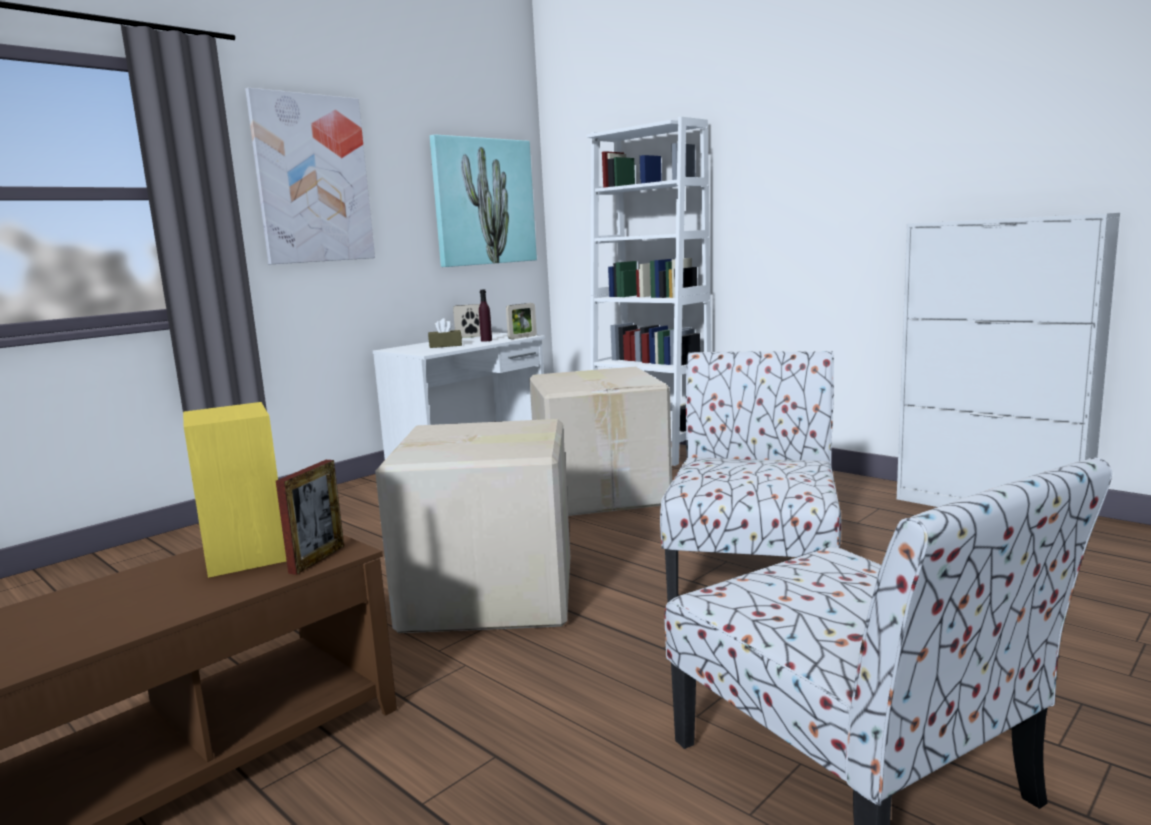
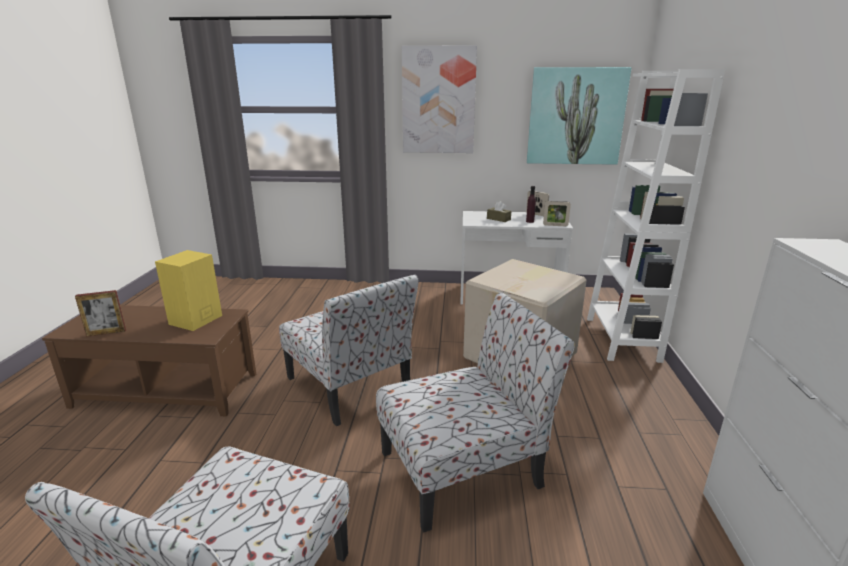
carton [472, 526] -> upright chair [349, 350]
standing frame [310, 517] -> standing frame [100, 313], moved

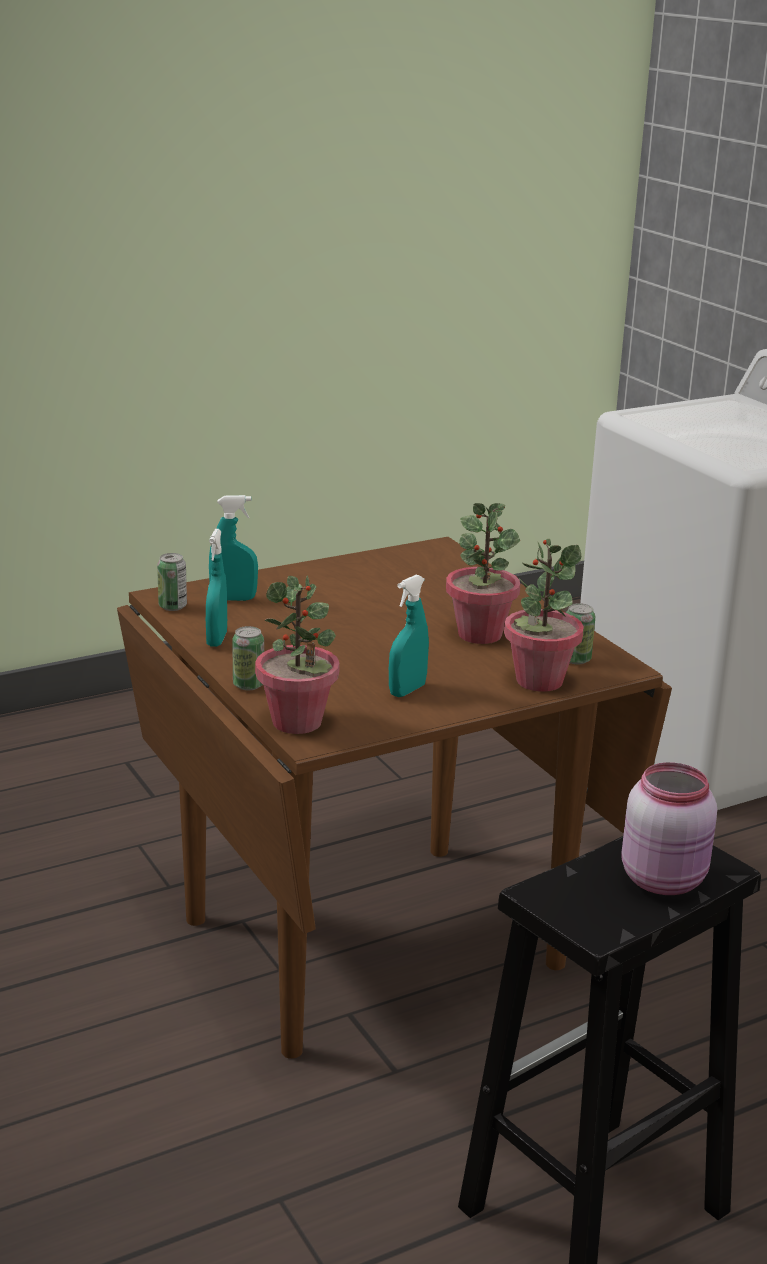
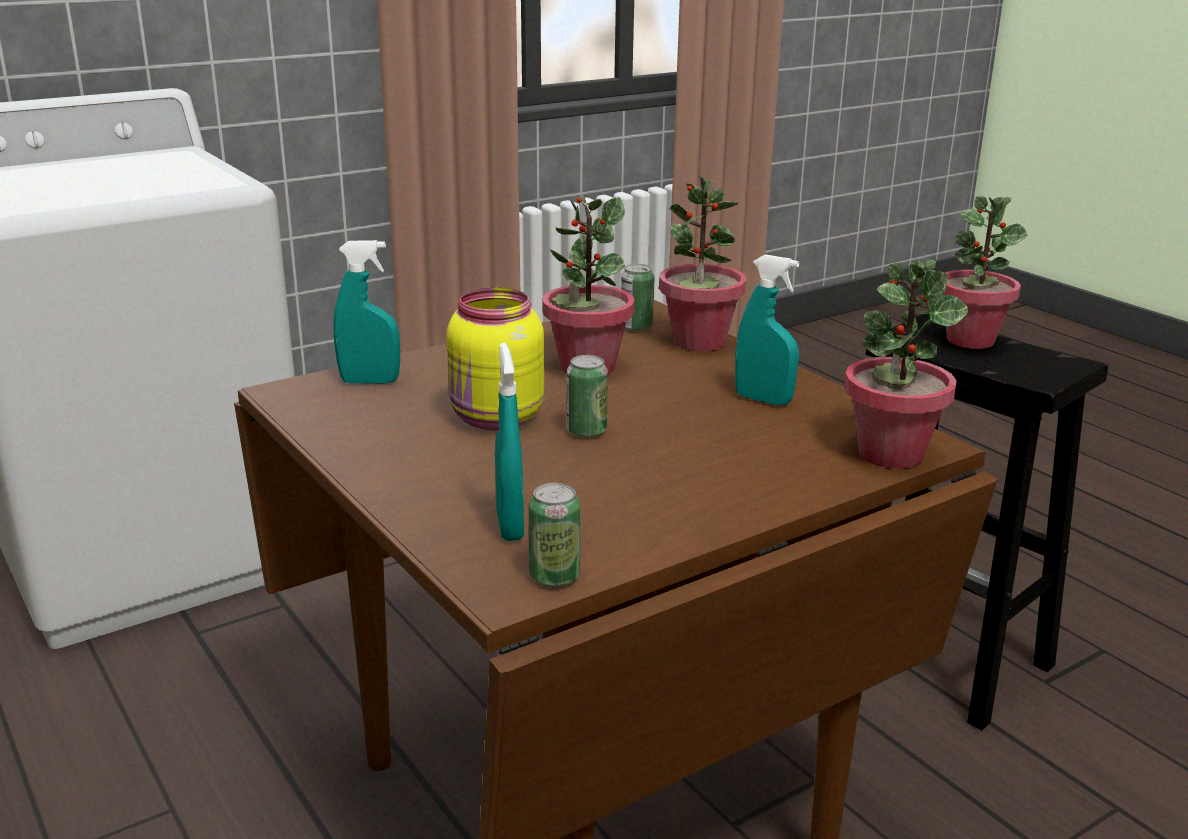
blue-green hand sprayer [216, 588] -> blue-green hand sprayer [366, 312], moved
can [248, 658] -> can [587, 396], moved
pink jar [669, 828] -> houseplant [985, 272]
none -> yellow jar [495, 359]

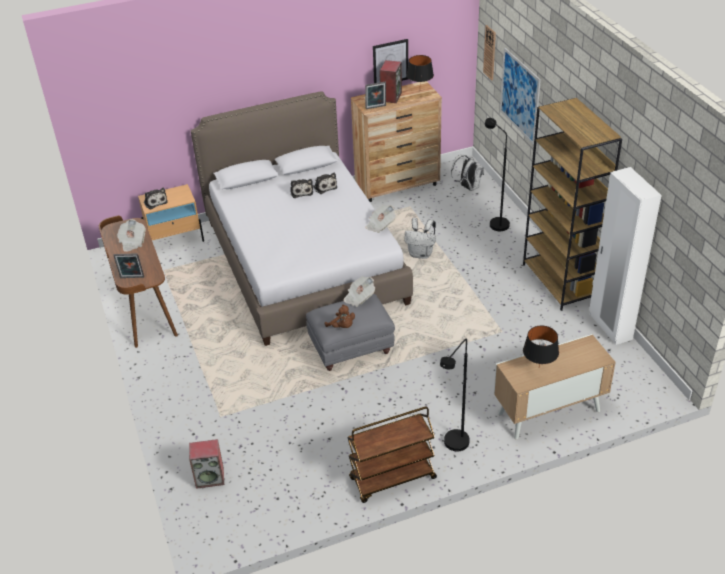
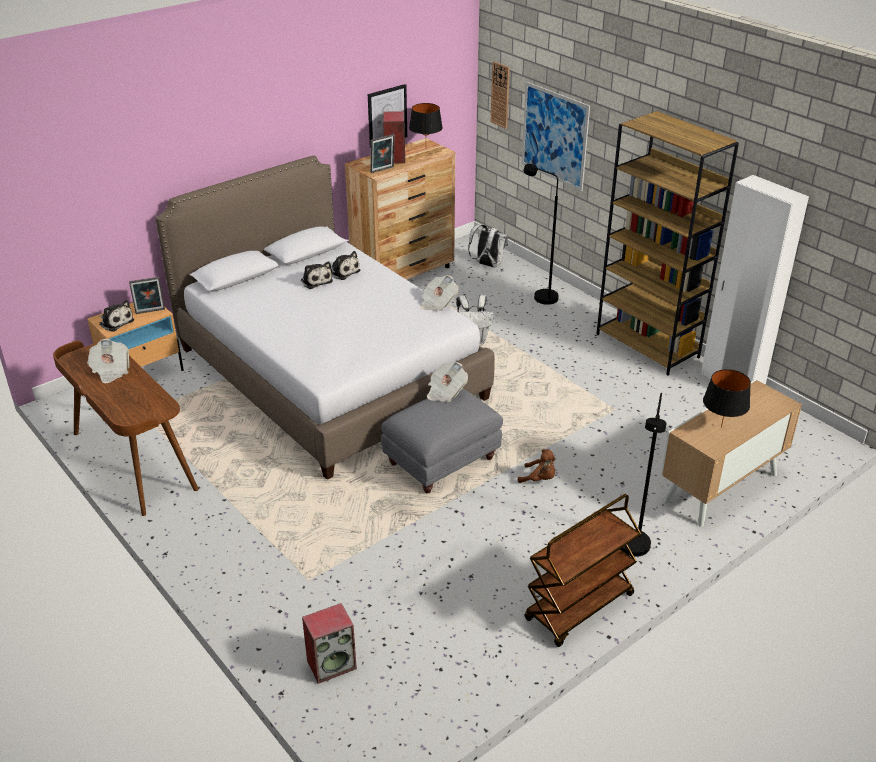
standing frame [128, 265] -> standing frame [147, 295], moved
brown plush toy [340, 316] -> brown plush toy [536, 466], moved

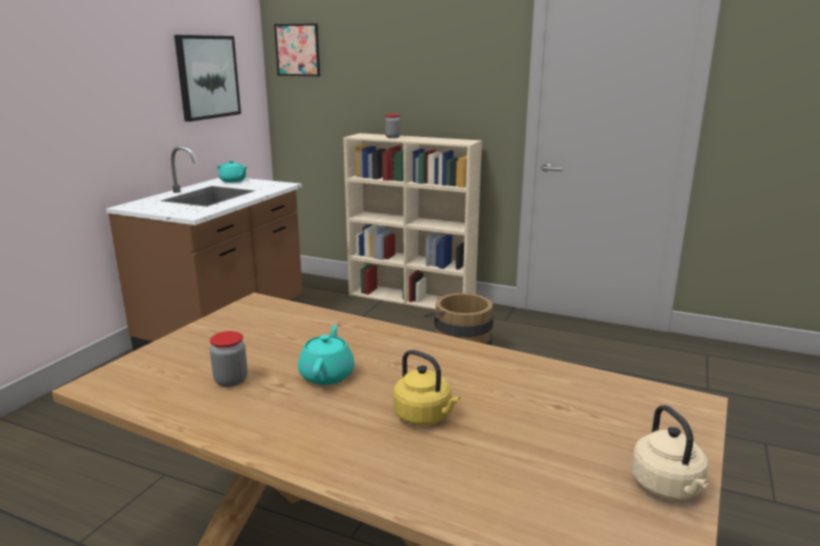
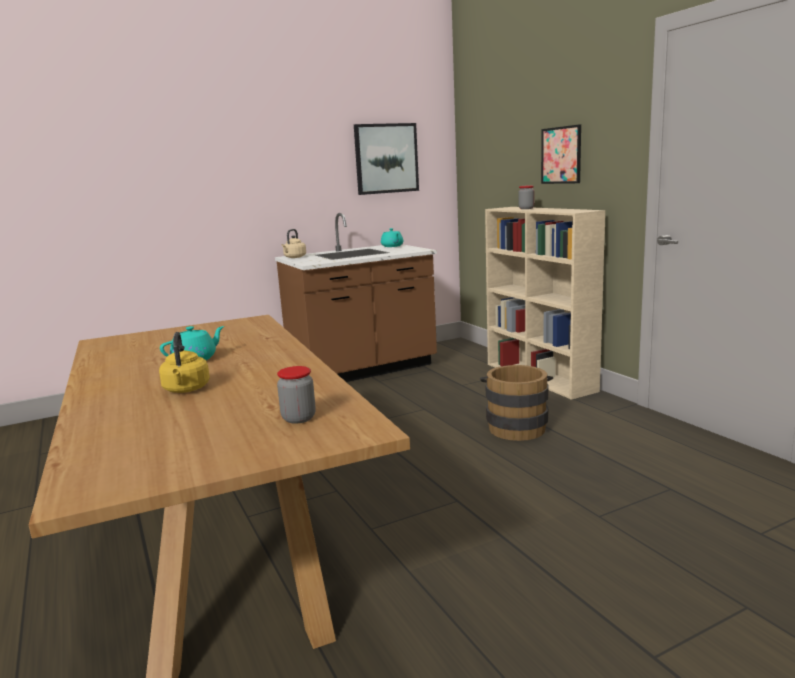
wall art [297, 49] -> wall art [561, 154], moved
jar [229, 359] -> jar [296, 395], moved
beige kettle [670, 452] -> beige kettle [294, 243], moved

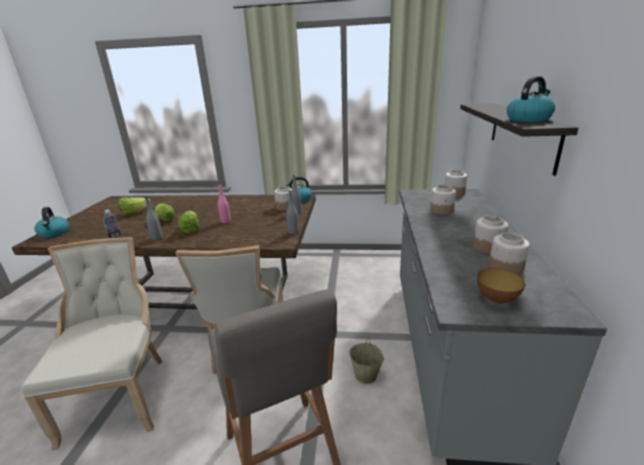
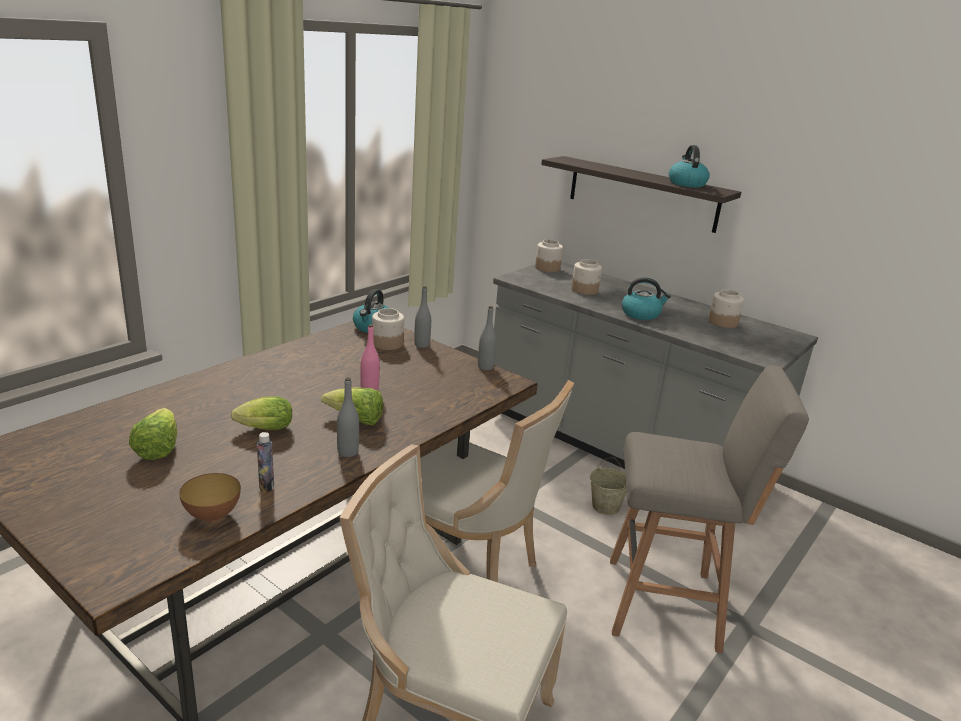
kettle [52, 222] -> kettle [646, 298], moved
jar [491, 234] -> none
bowl [501, 286] -> bowl [210, 497], moved

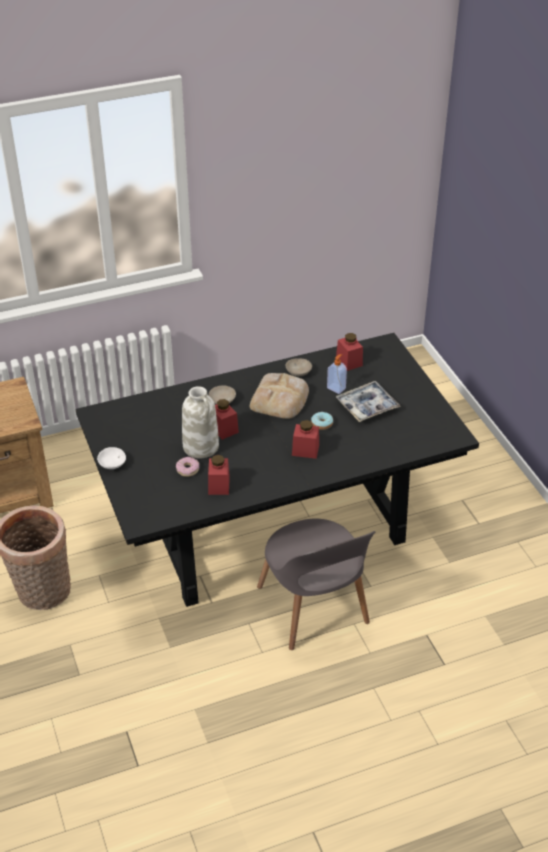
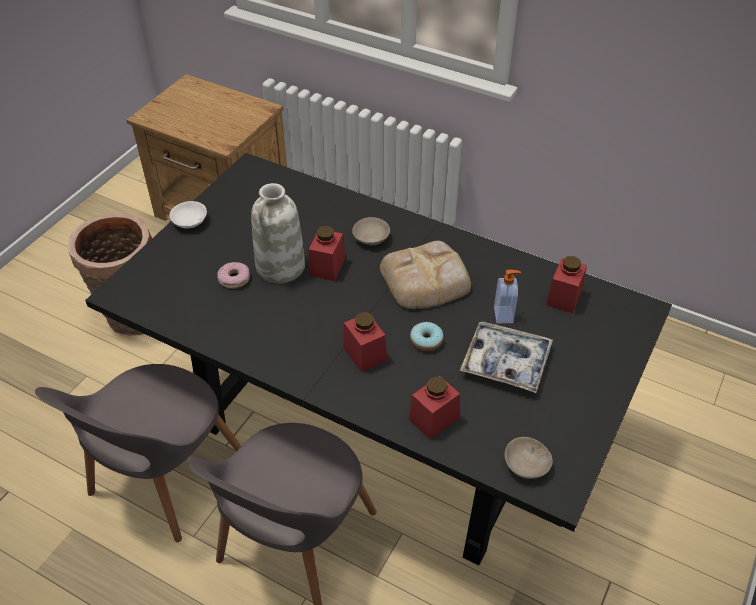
beige bowl [299, 367] -> beige bowl [529, 458], moved
red jar [219, 475] -> red jar [434, 408], moved
none -> grey upright chair [138, 453]

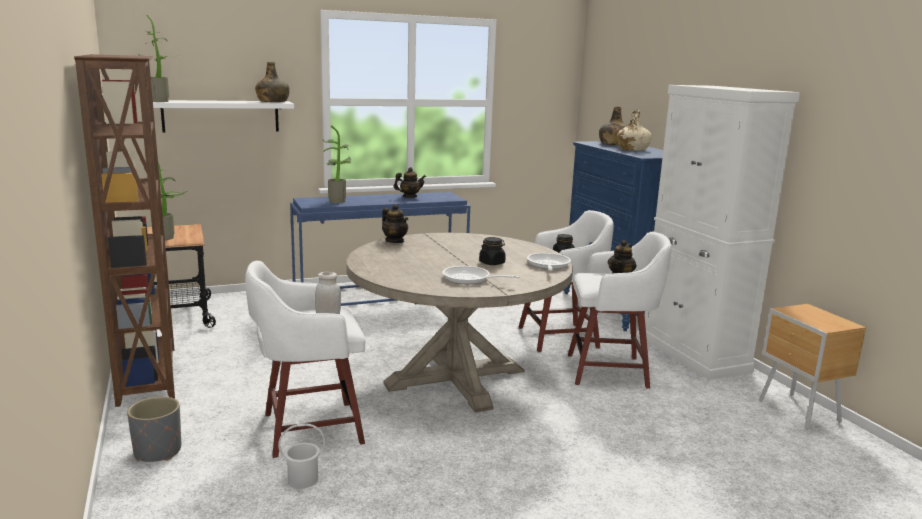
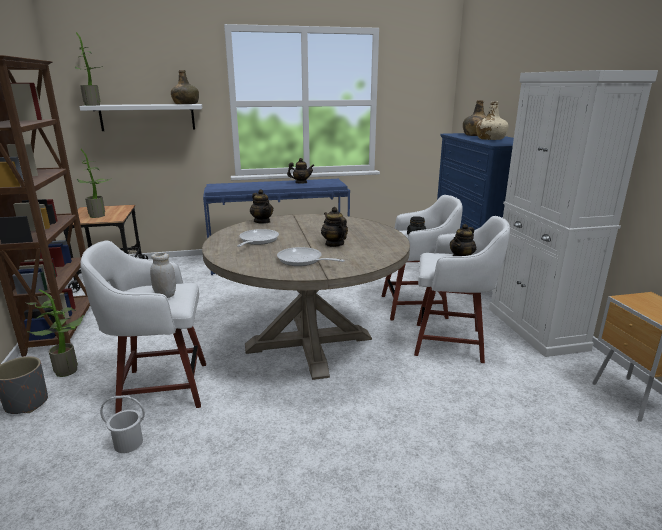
houseplant [334, 164] -> houseplant [55, 333], moved
blackish jar [492, 251] -> tea pot [334, 227]
skillet [549, 262] -> skillet [258, 238], moved

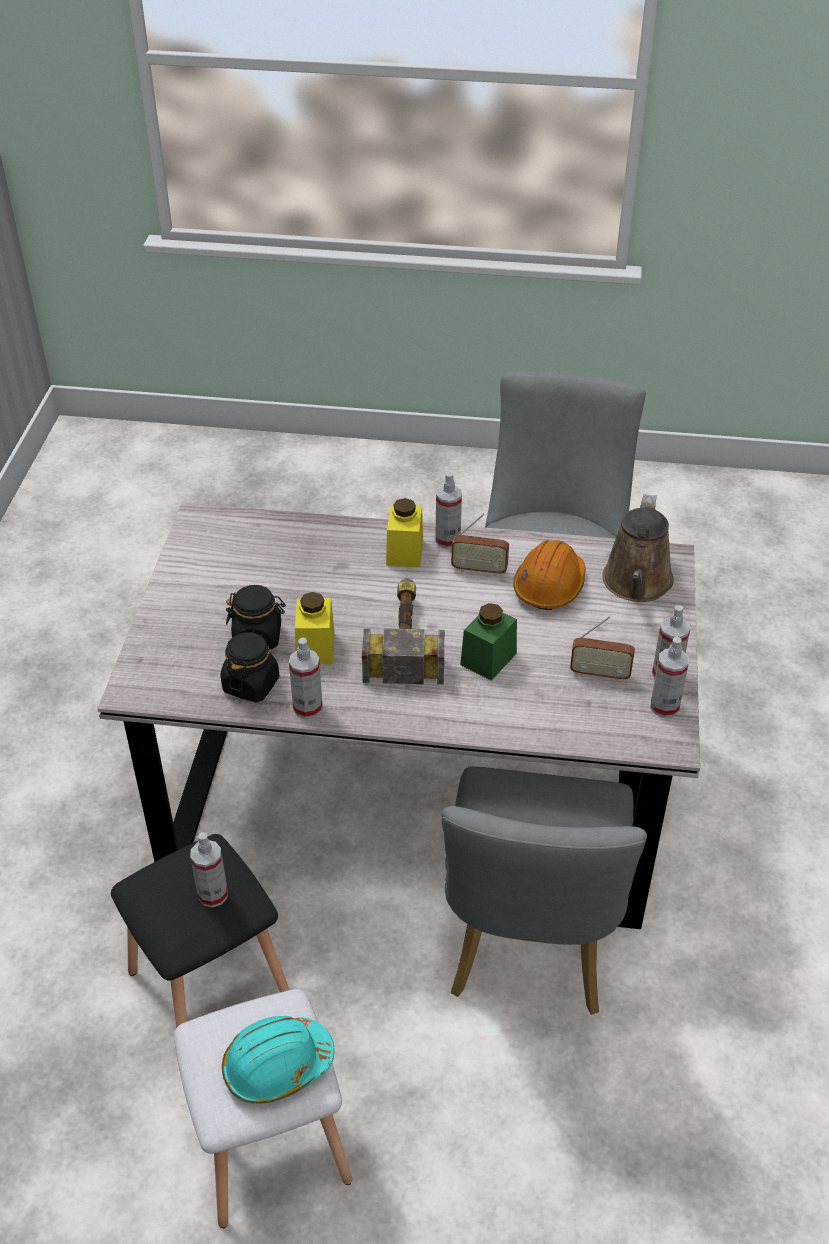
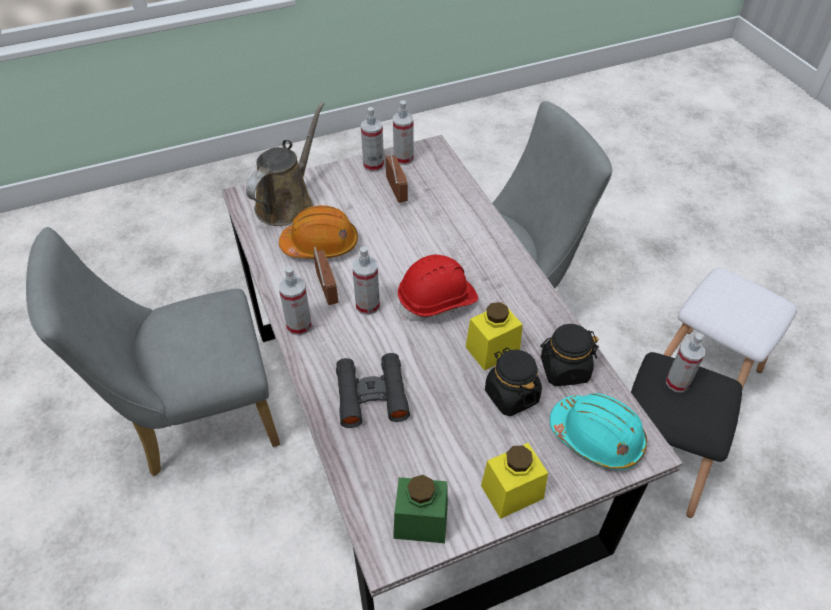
brown watering pot [638, 548] -> brown watering pot [285, 164], 45 degrees counterclockwise
yellow jar [404, 532] -> yellow jar [514, 481], moved
hand hammer [403, 631] -> red hard hat [438, 288]
green-coloured jar [488, 642] -> green-coloured jar [420, 509], moved
hand sprayer [306, 678] -> hand sprayer [366, 280], moved
blue-green hard hat [278, 1060] -> blue-green hard hat [598, 431], moved
none -> blackish binoculars [373, 390]

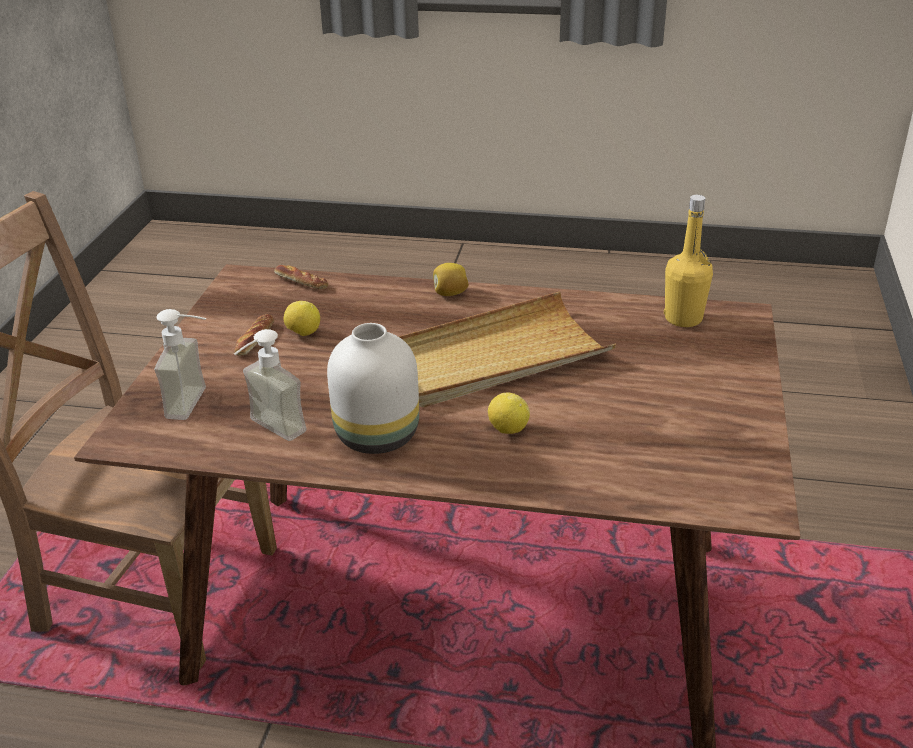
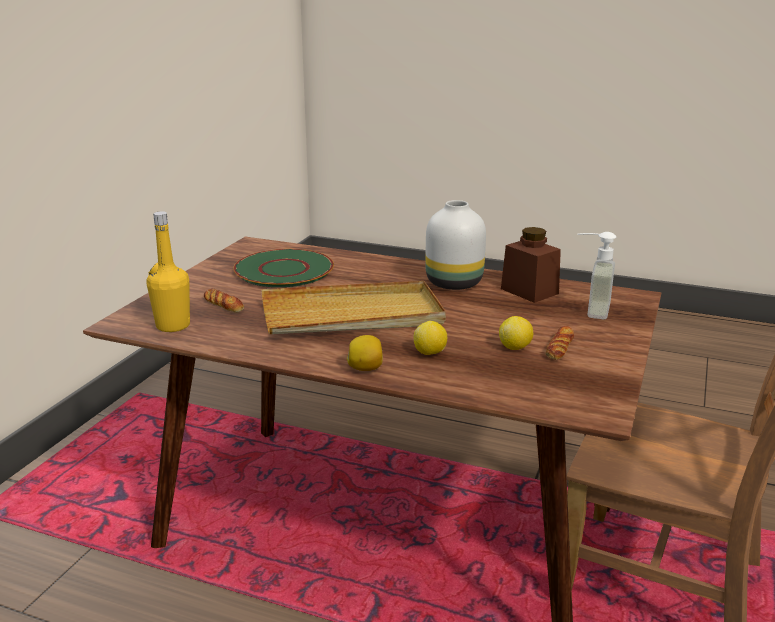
bakery bread [301, 277] -> bakery bread [224, 301], moved
soap dispenser [270, 385] -> brown jar [531, 265]
whole lemon [509, 413] -> whole lemon [430, 338], moved
none -> green-coloured plate [283, 268]

